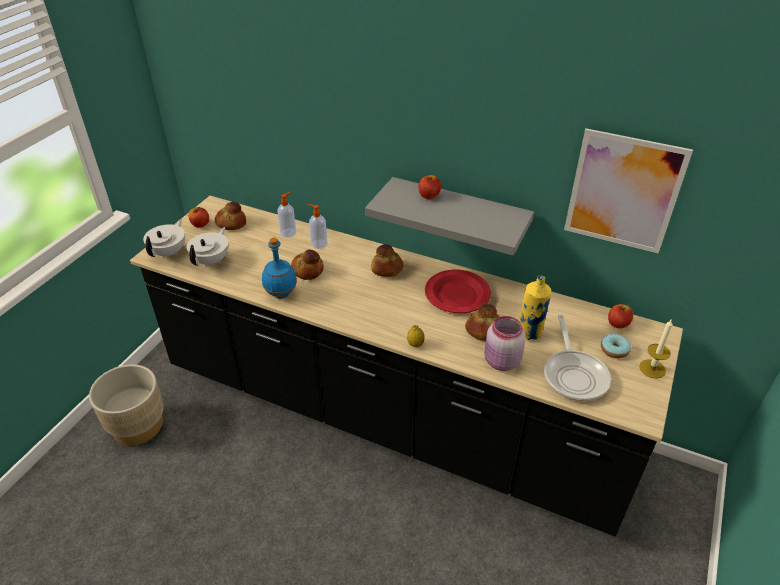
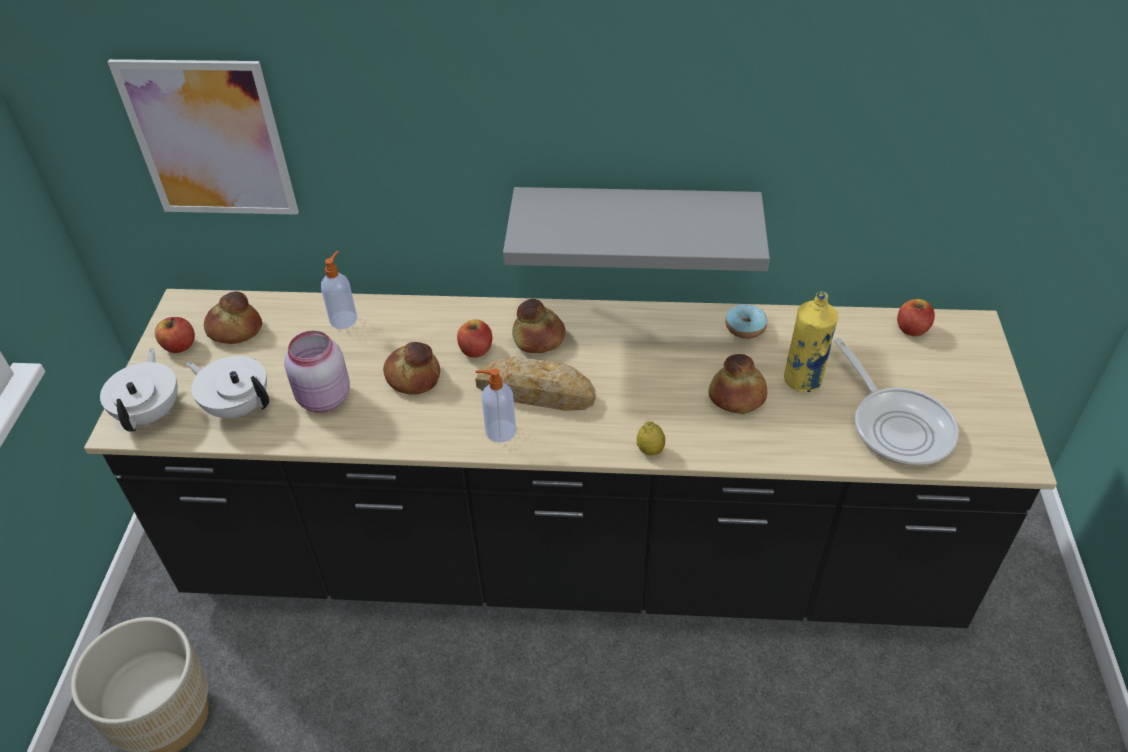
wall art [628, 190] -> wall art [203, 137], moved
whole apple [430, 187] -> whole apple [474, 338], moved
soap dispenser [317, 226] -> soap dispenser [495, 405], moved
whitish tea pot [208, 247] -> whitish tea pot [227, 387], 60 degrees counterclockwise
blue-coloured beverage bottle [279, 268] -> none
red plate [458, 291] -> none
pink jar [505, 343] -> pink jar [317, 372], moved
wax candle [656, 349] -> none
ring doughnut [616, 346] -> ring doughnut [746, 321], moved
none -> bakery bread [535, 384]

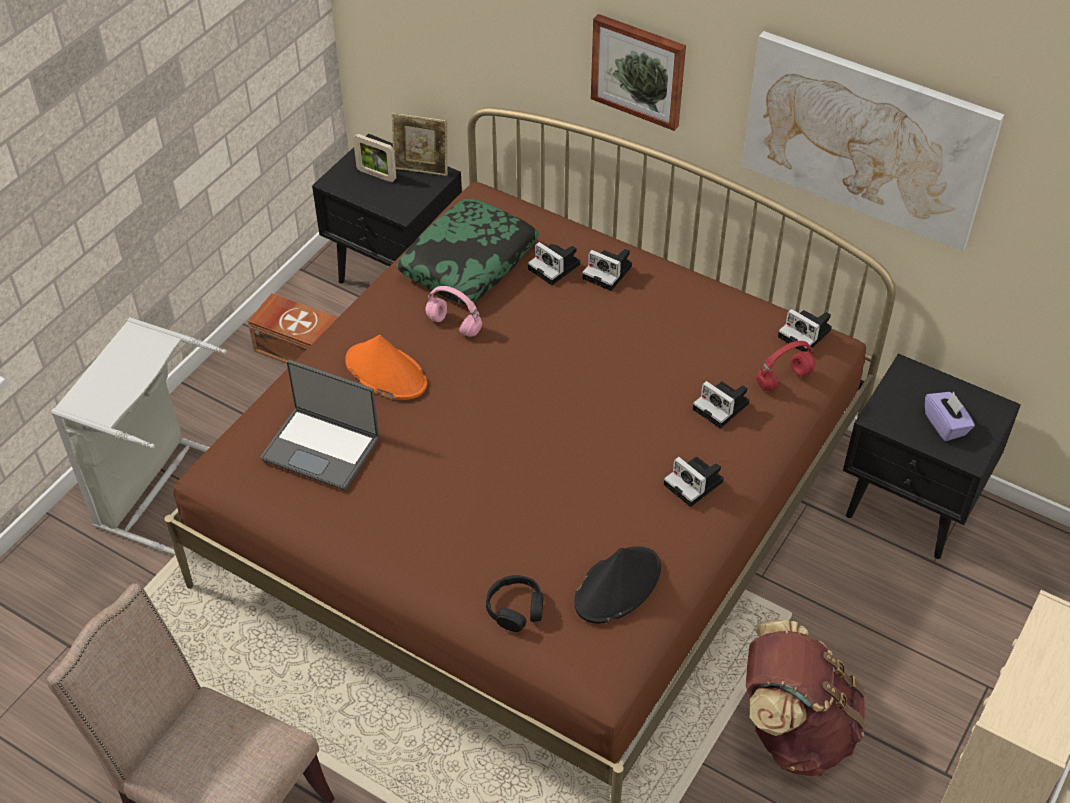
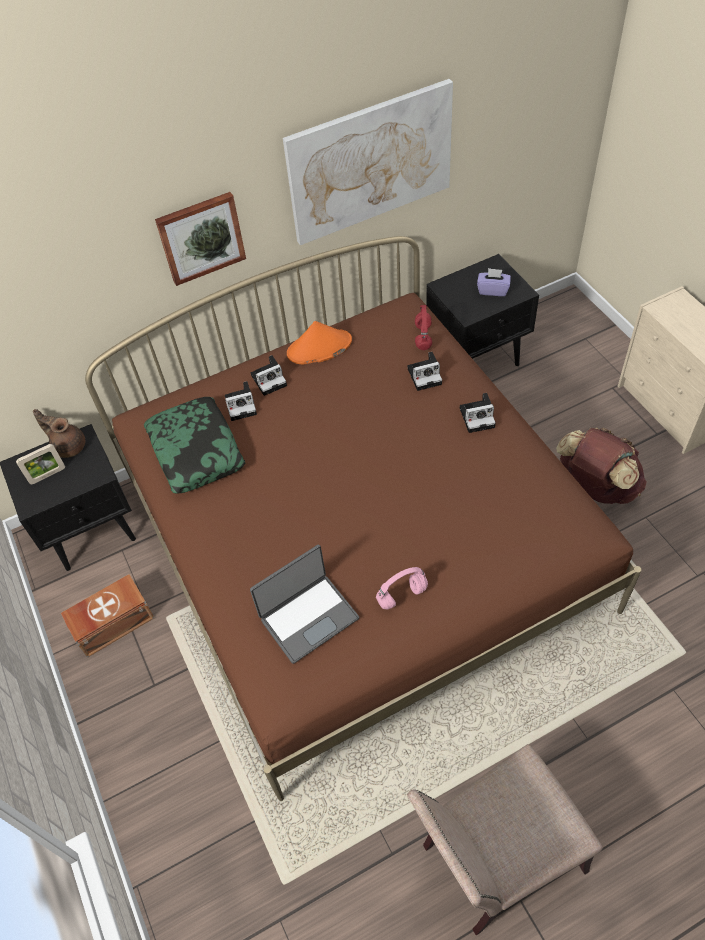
standing frame [420, 144] -> brown tea pot [59, 433]
pink pair of headphones [453, 311] -> pink pair of headphones [402, 588], moved
still camera [805, 330] -> none
grey hamper [139, 438] -> none
orange clothing hat [386, 367] -> orange clothing hat [319, 343], moved
blackish clothing hat [617, 585] -> none
blackish pair of headphones [514, 603] -> none

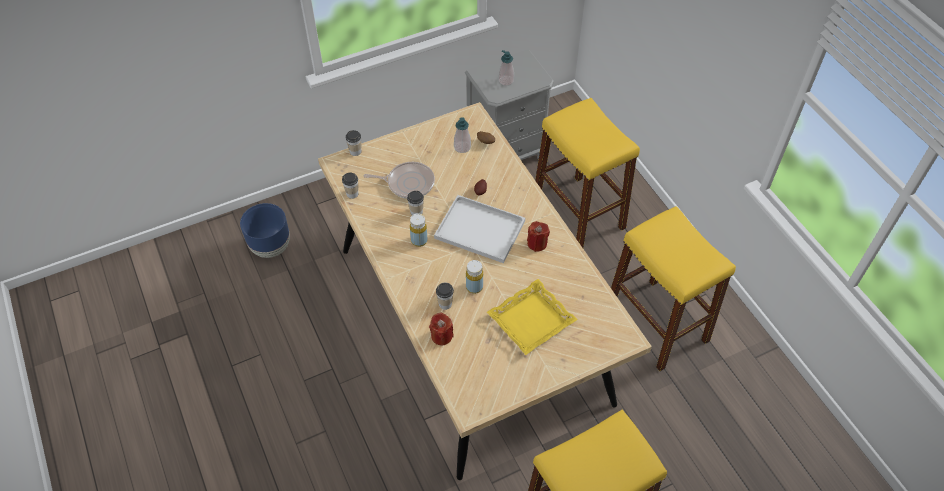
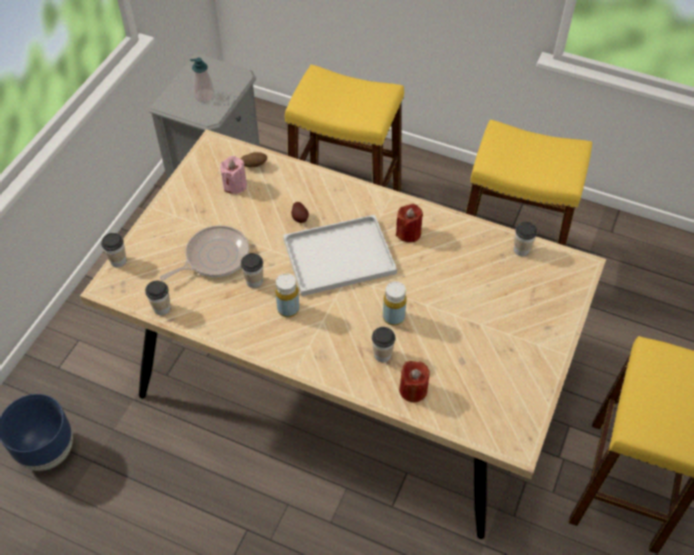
soap dispenser [462, 135] -> pink wax candle [233, 175]
yellow tray [532, 317] -> none
none -> cup [525, 239]

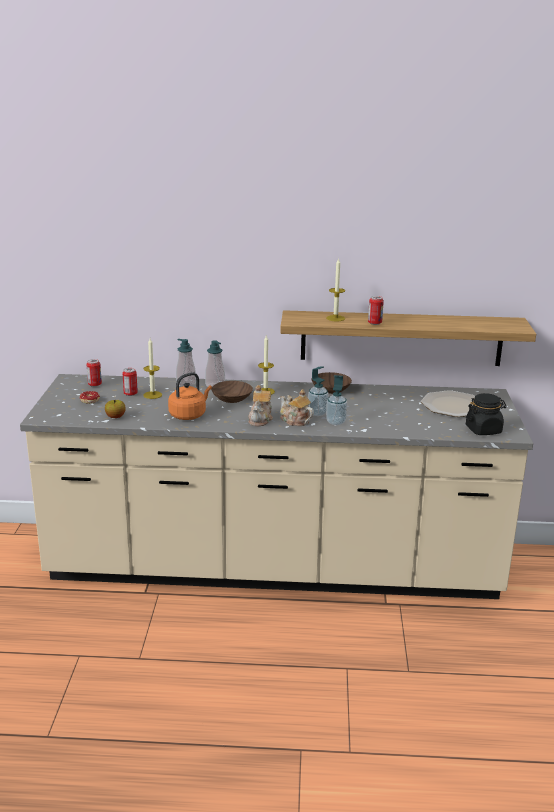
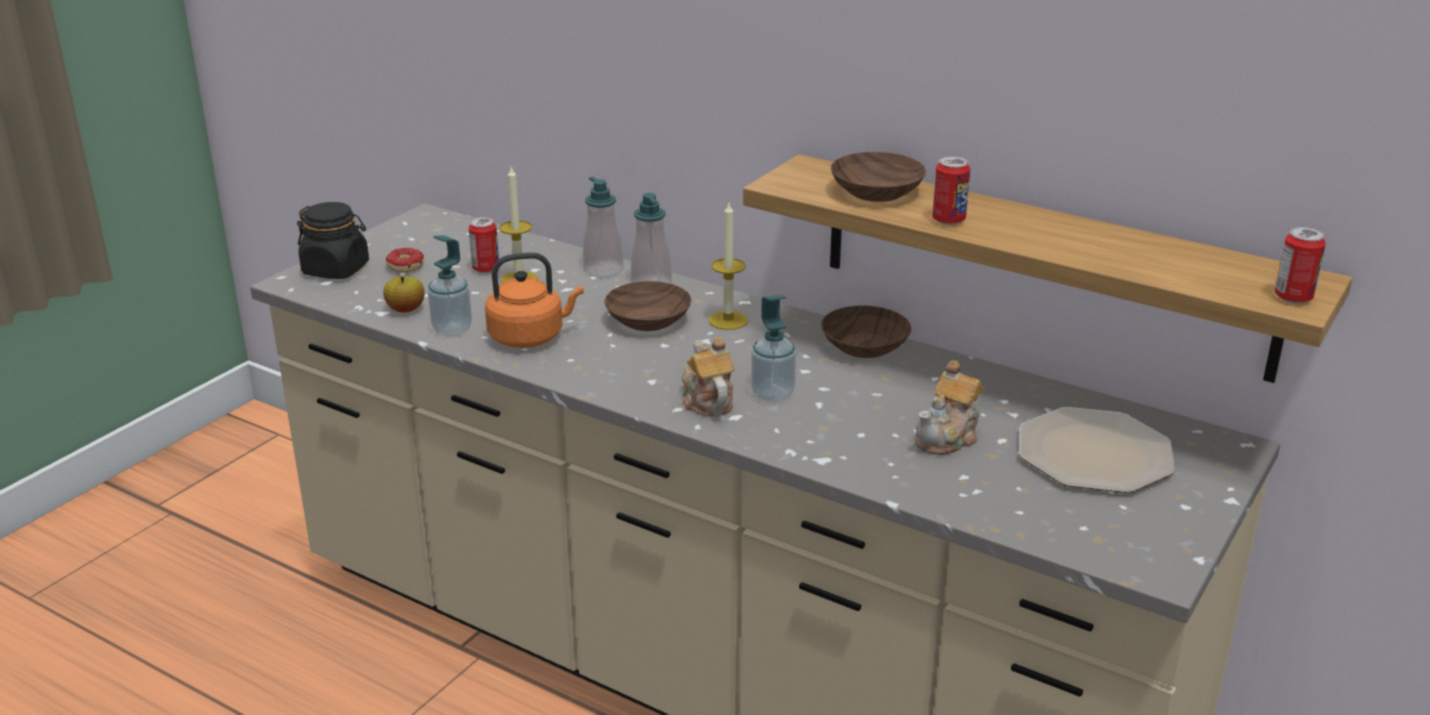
wax candle [335, 290] -> brown bowl [878, 177]
can [94, 373] -> can [1300, 265], moved
soap dispenser [336, 400] -> soap dispenser [450, 286], moved
tea pot [261, 405] -> tea pot [949, 407], moved
blackish jar [486, 414] -> blackish jar [333, 240], moved

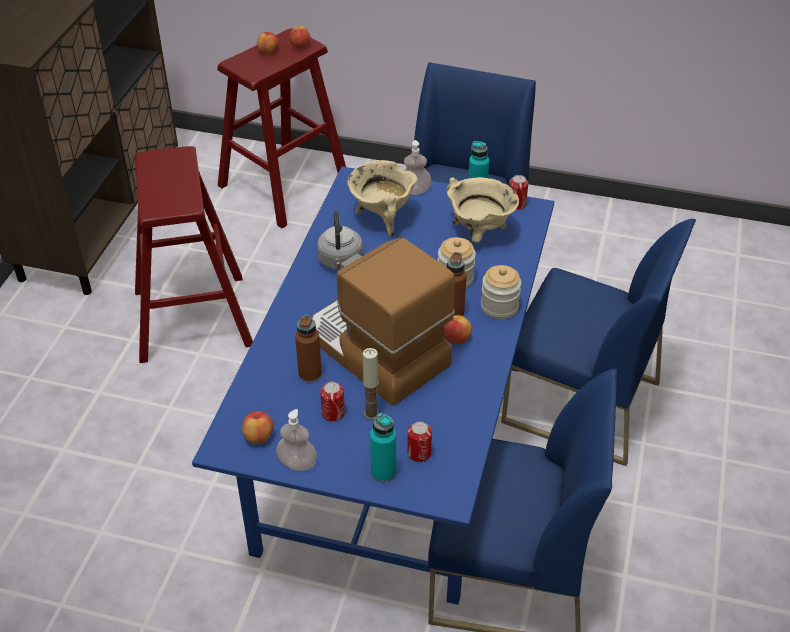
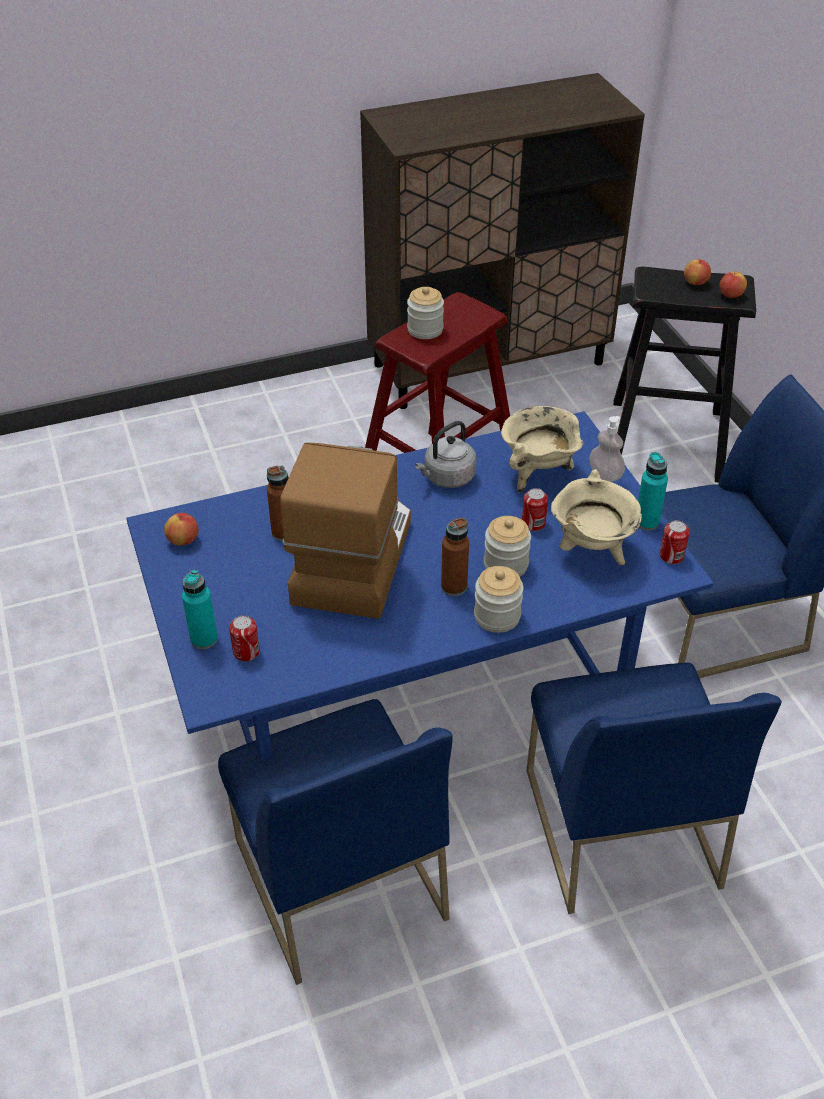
red stool seat [281, 128] -> blackish stool seat [684, 374]
whole apple [458, 329] -> none
wax candle [371, 384] -> none
can [332, 401] -> can [535, 509], moved
soap dispenser [296, 440] -> none
none -> jar [425, 313]

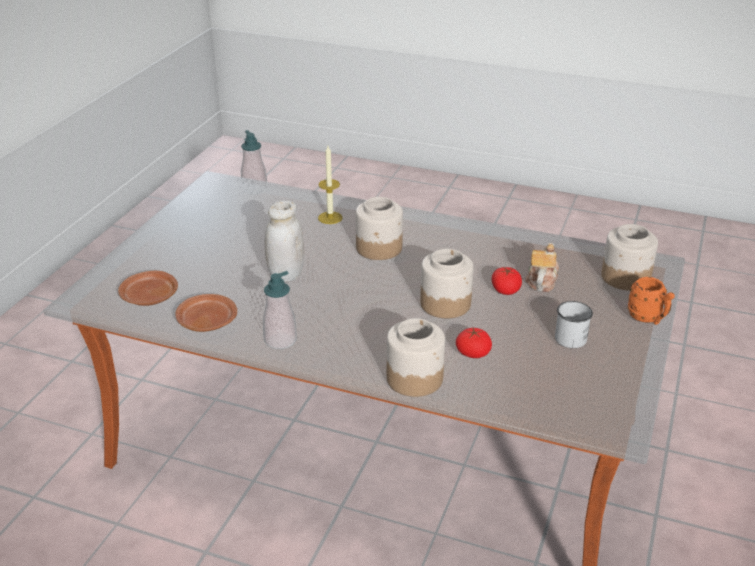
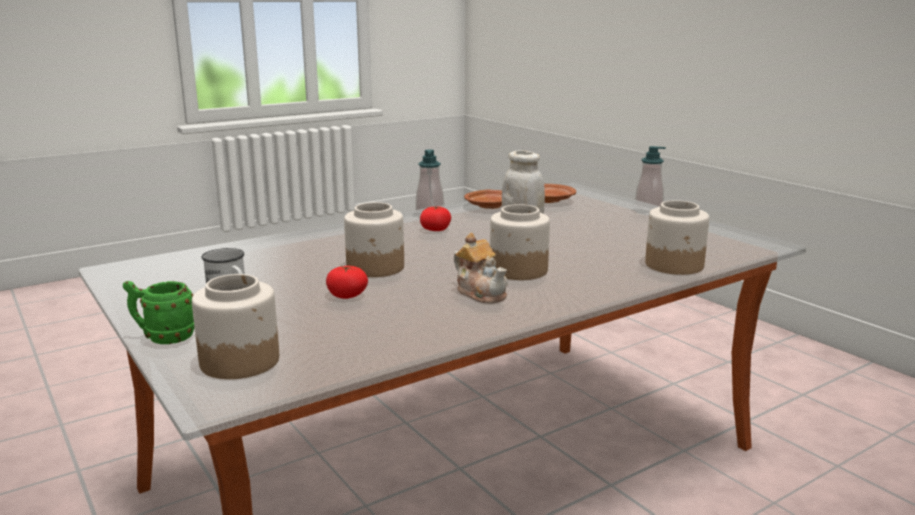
soap dispenser [254, 162] -> soap dispenser [650, 180], moved
wax candle [330, 185] -> none
tea pot [542, 267] -> tea pot [481, 268], moved
orange mug [651, 301] -> green-coloured mug [159, 312]
jar [416, 357] -> jar [677, 237], moved
whole tomato [474, 343] -> whole tomato [435, 218], moved

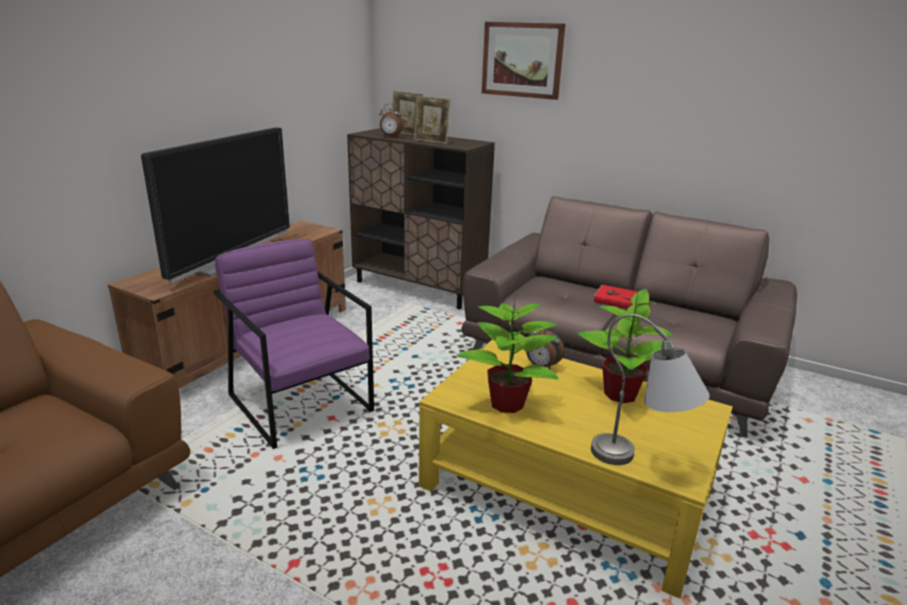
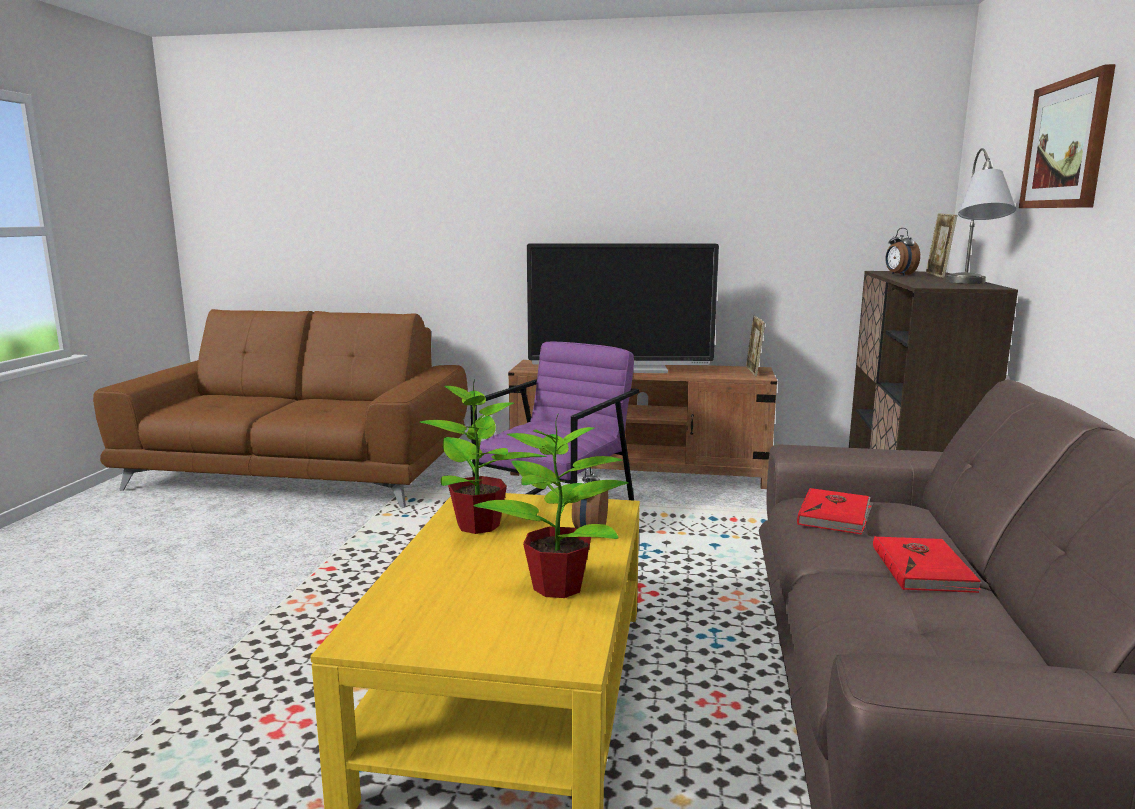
standing frame [432, 120] -> standing frame [755, 345], moved
grey lamp for a table [650, 389] -> grey lamp for a table [981, 216], moved
none -> red book [835, 511]

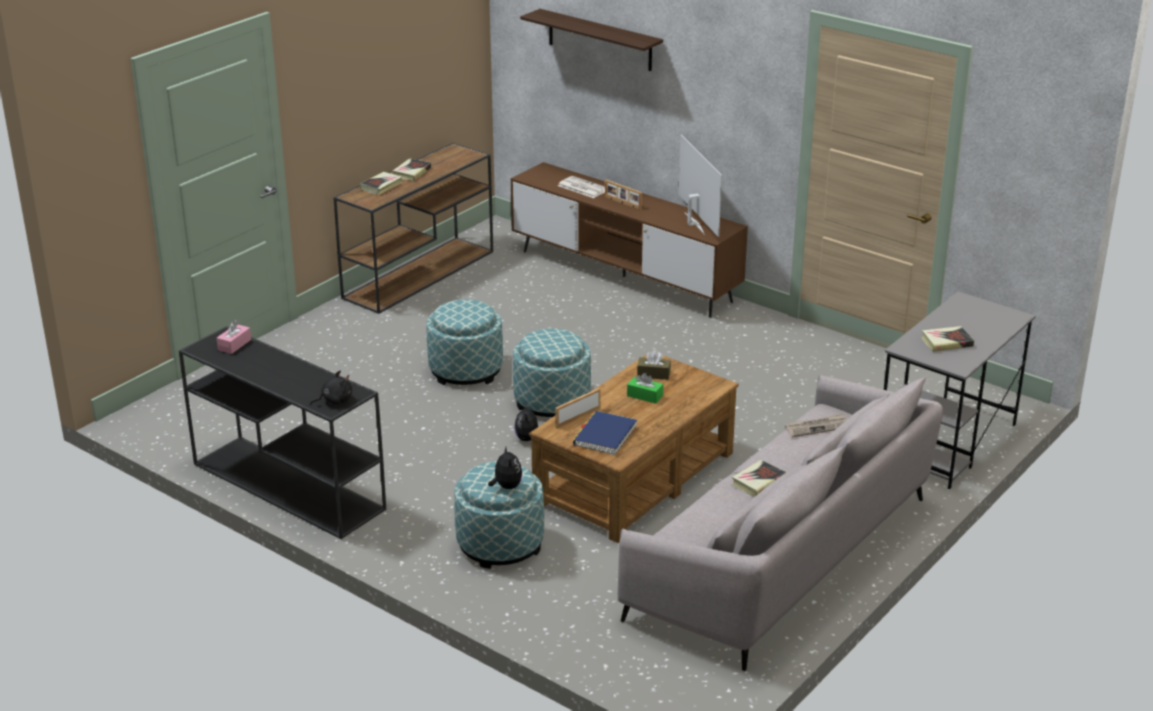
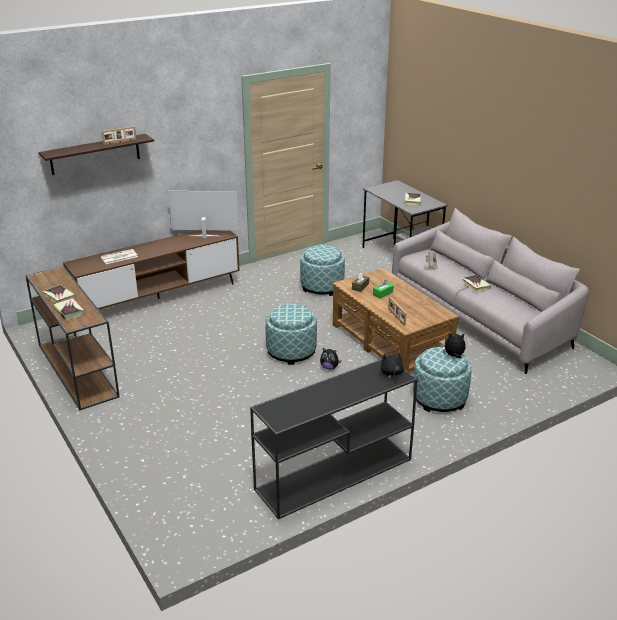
standing frame [623, 195] -> standing frame [119, 135], moved
pouffe [464, 342] -> pouffe [322, 270], moved
pink box of tissues [233, 337] -> none
blue-coloured book [605, 433] -> none

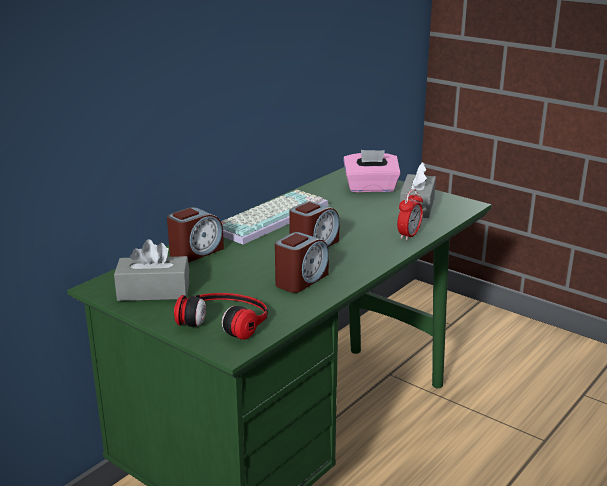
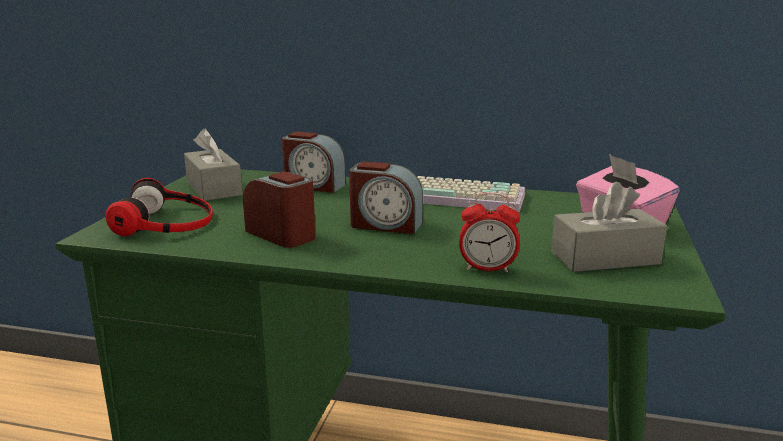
alarm clock [302, 262] -> alarm clock [279, 209], 150 degrees counterclockwise

